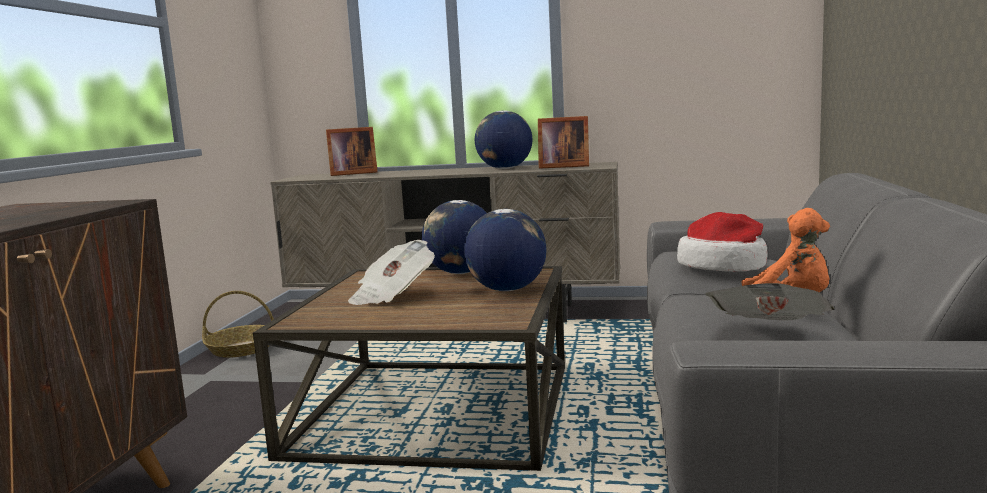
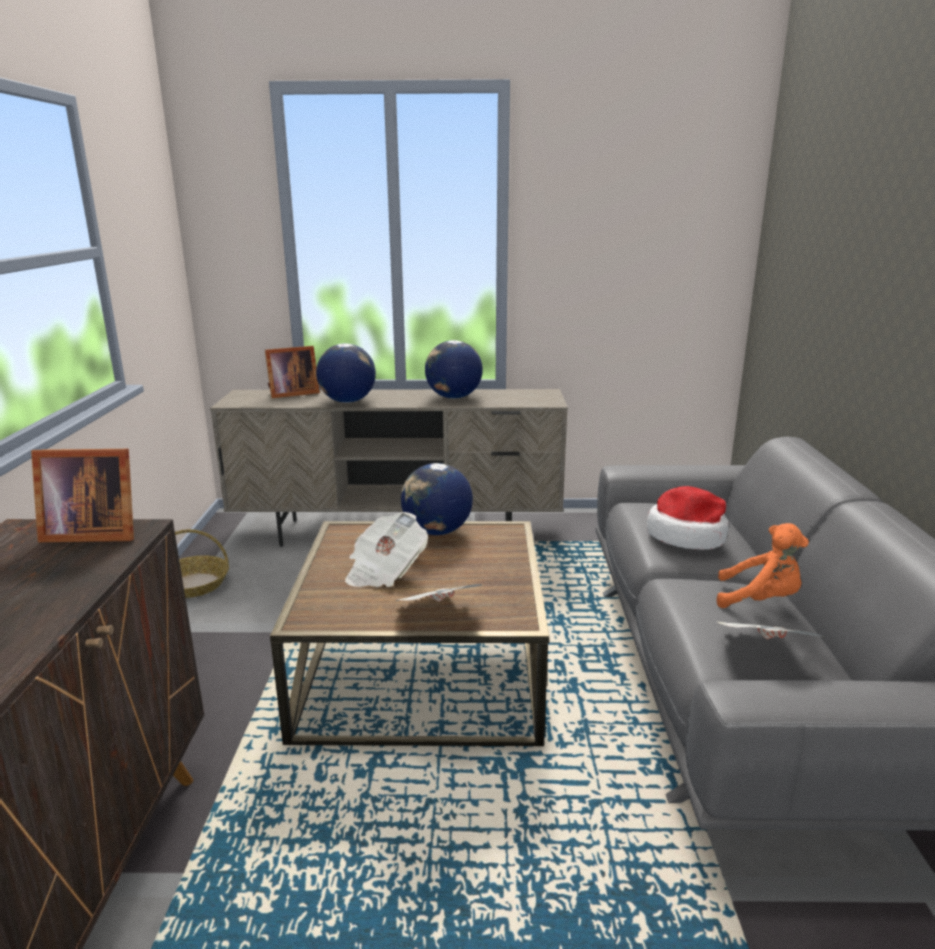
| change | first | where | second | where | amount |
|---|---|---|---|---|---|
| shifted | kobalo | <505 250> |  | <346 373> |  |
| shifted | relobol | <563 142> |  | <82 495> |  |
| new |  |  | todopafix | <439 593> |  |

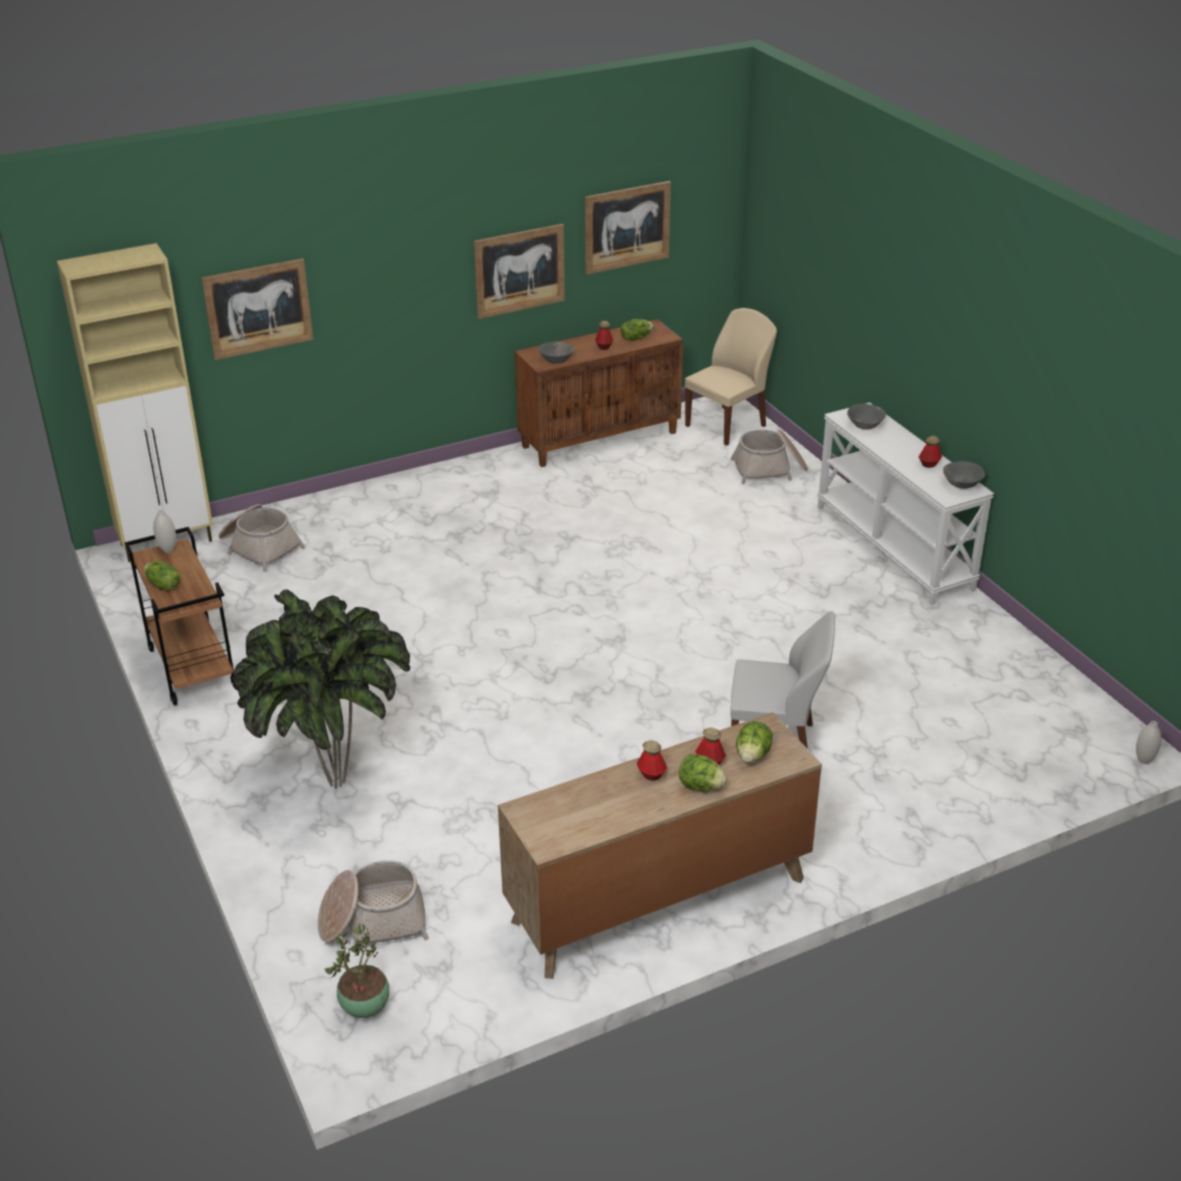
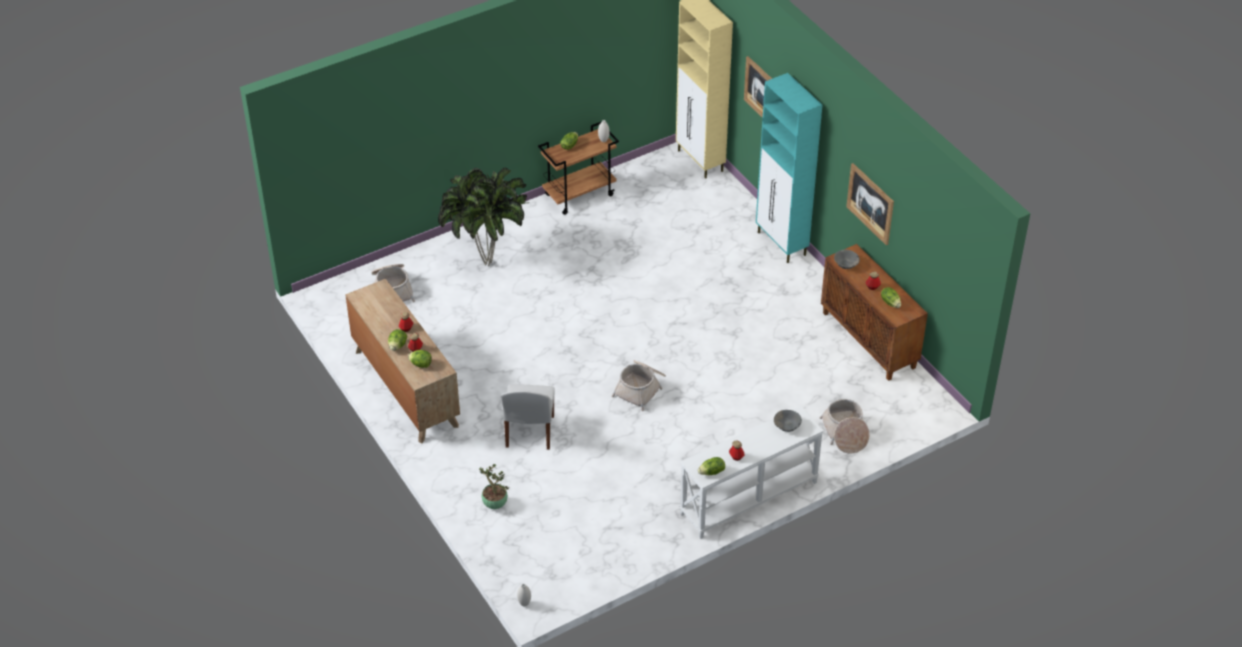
| change | first | where | second | where | amount |
|---|---|---|---|---|---|
| shifted | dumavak | <262 538> |  | <639 385> |  |
| shifted | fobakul | <357 971> |  | <494 486> |  |
| gone | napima | <628 228> |  |  |  |
| gone | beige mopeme | <731 377> |  |  |  |
| swapped | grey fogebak | <964 475> | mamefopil | <711 466> |  |
| new |  |  | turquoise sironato | <789 168> |  |

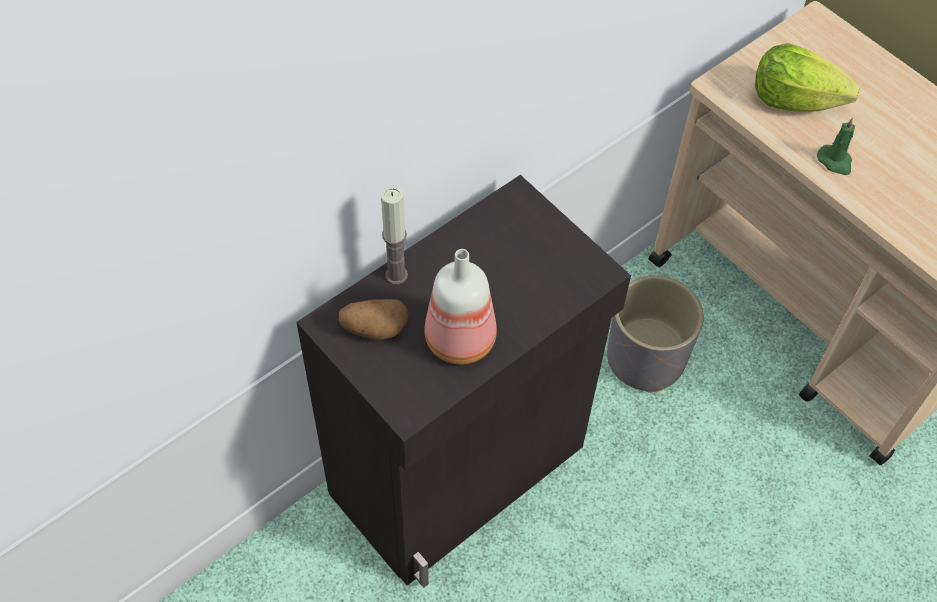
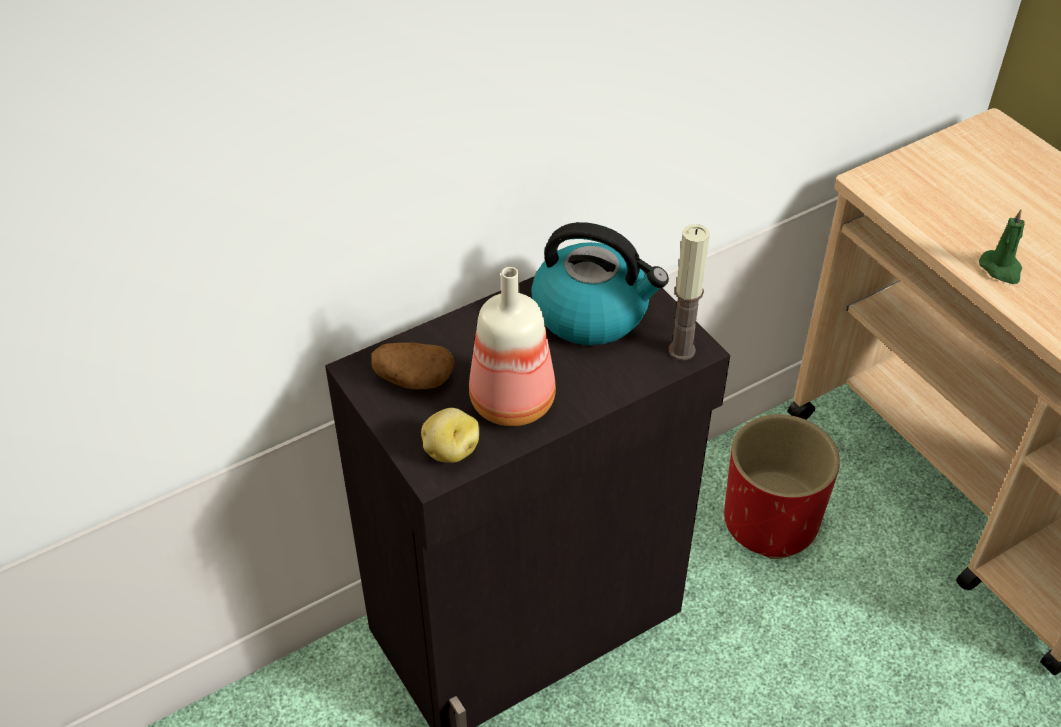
| change | first | where | second | where | amount |
|---|---|---|---|---|---|
| shifted | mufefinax | <394 235> |  | <689 292> |  |
| repainted | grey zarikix | <655 334> | red zarikix | <782 486> |  |
| gone | mamefopil | <807 77> |  |  |  |
| new |  |  | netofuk | <450 435> |  |
| new |  |  | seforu | <600 283> |  |

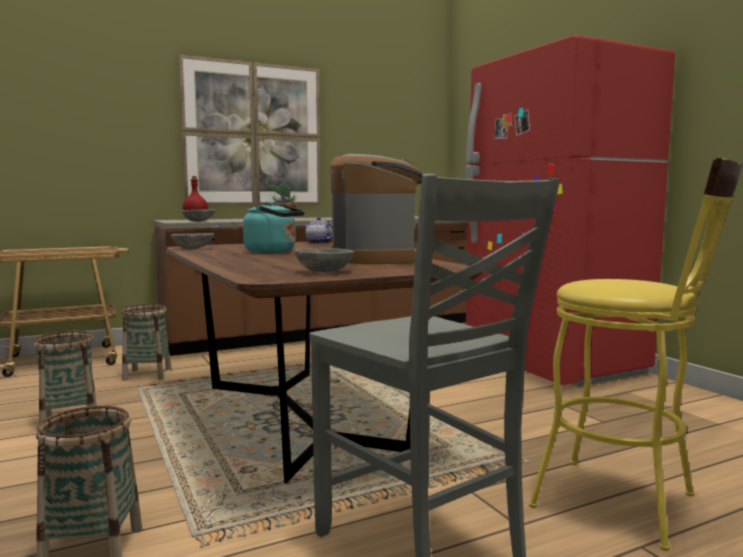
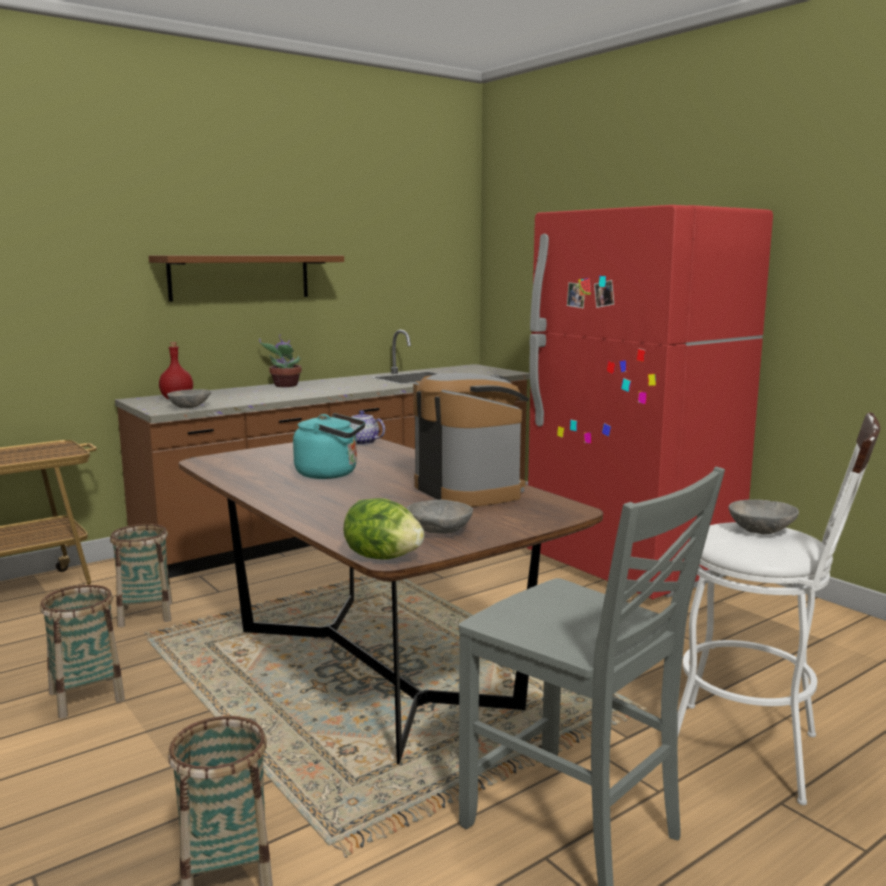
| change | first | where | second | where | amount |
|---|---|---|---|---|---|
| shifted | grey fogebak | <192 241> |  | <763 516> |  |
| swapped | napima | <249 130> | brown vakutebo | <246 279> |  |
| repainted | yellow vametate | <636 354> | white vametate | <779 608> |  |
| new |  |  | mamefopil | <383 528> |  |

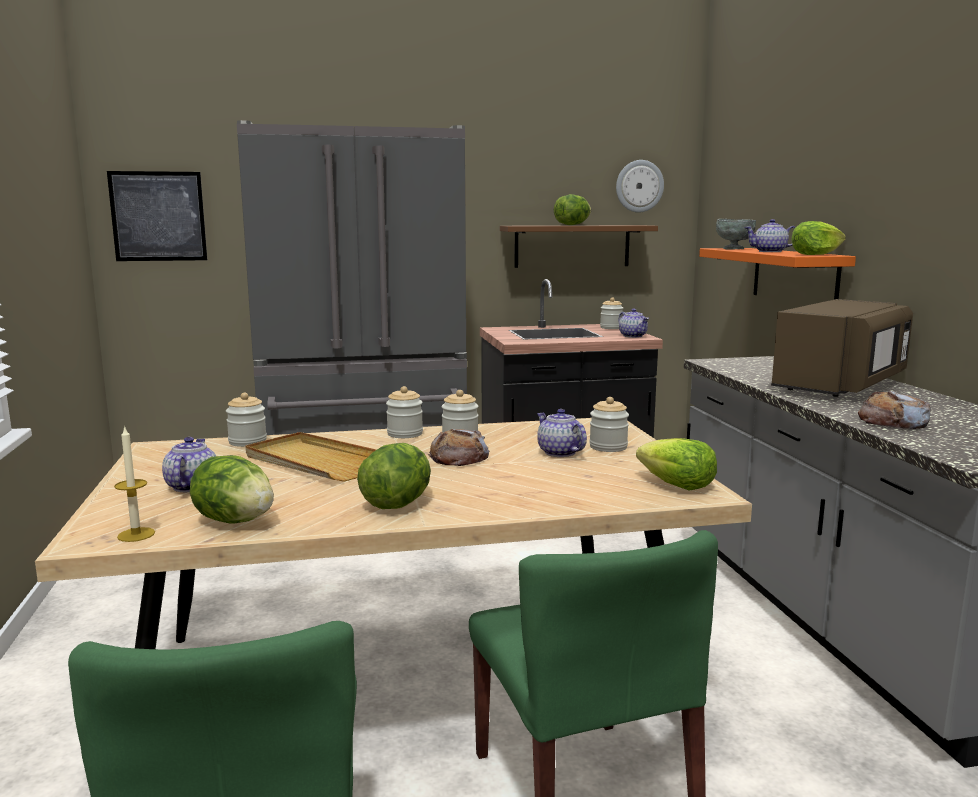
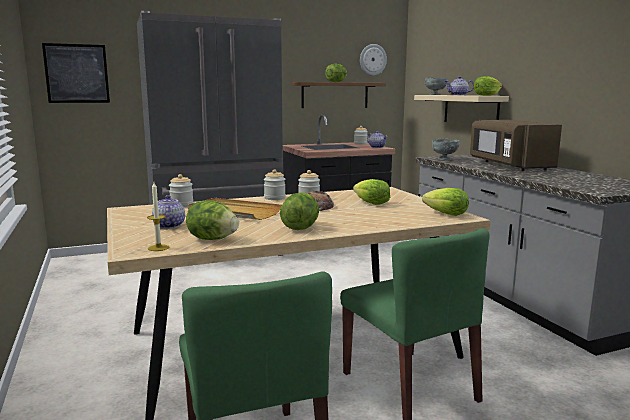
| change | first | where | second | where | amount |
|---|---|---|---|---|---|
| swapped | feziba | <562 433> | mamefopil | <371 192> |  |
| gone | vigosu | <609 424> |  |  |  |
| repainted | orange vakutebo | <777 273> | beige vakutebo | <461 108> |  |
| rotated | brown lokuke | <842 348> |  | <516 145> | 135 degrees clockwise |
| gone | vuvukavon | <894 410> |  |  |  |
| new |  |  | grey fogebak | <445 149> |  |

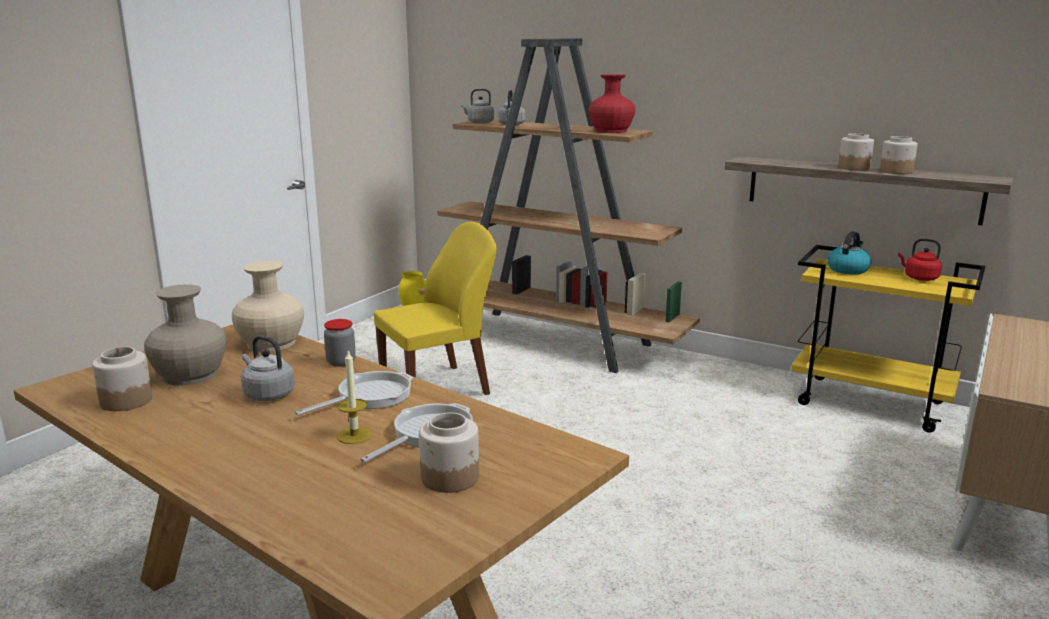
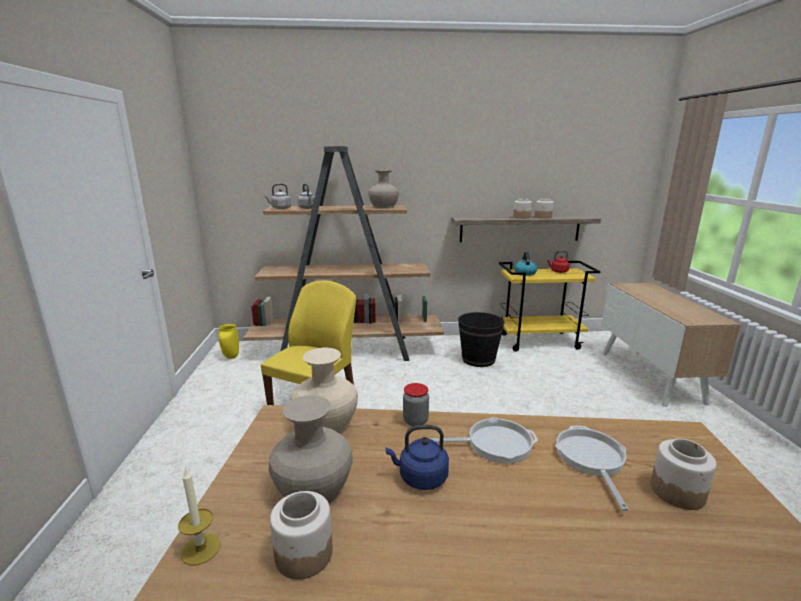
| change | first | where | second | where | amount |
|---|---|---|---|---|---|
| repainted | grey seforu | <268 368> | blue seforu | <417 457> |  |
| rotated | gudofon | <354 393> |  | <483 440> | 75 degrees clockwise |
| shifted | mufefinax | <354 396> |  | <199 516> |  |
| repainted | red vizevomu | <612 103> | beige vizevomu | <383 189> |  |
| new |  |  | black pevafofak | <481 339> |  |

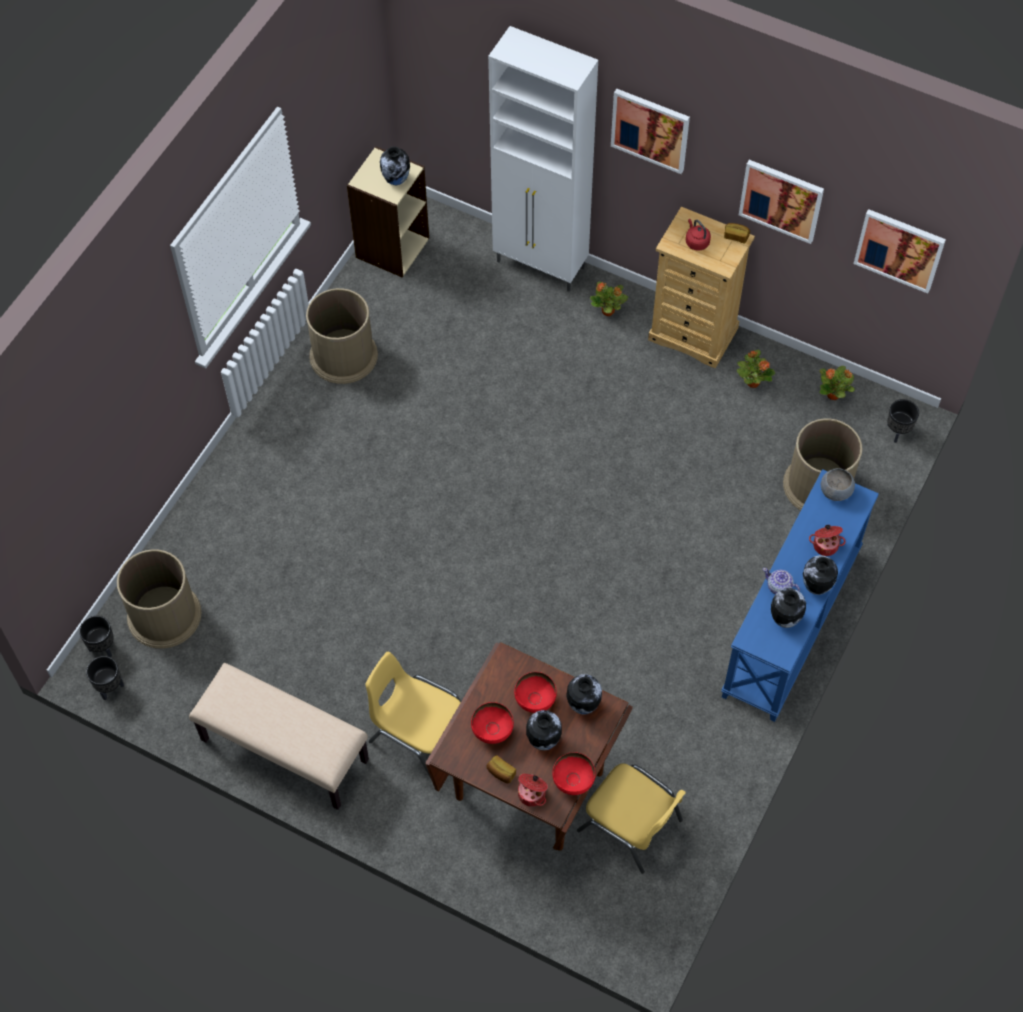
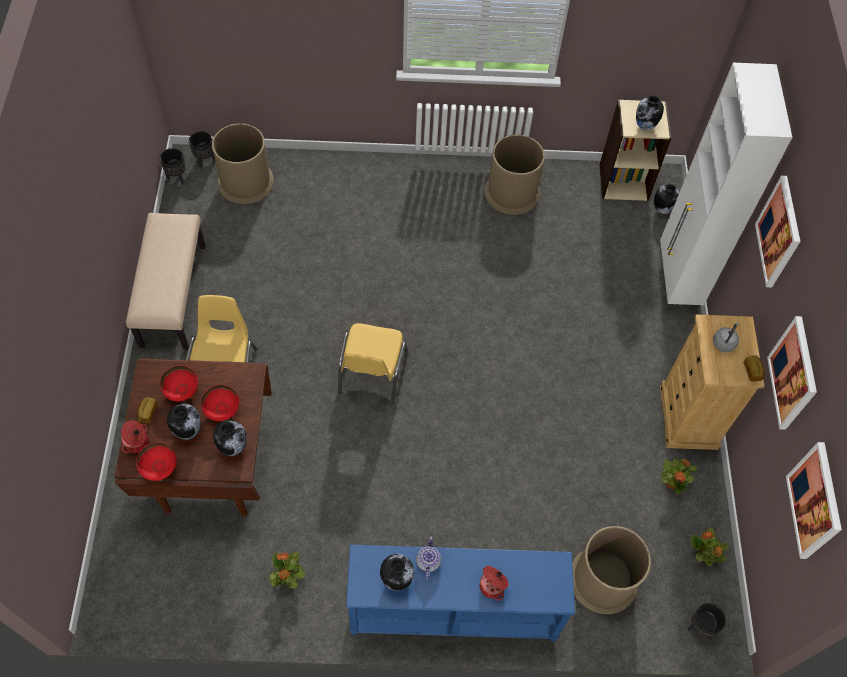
| change | first | where | second | where | amount |
|---|---|---|---|---|---|
| shifted | yellow mopeme | <631 818> |  | <373 363> |  |
| shifted | fobakul | <609 299> |  | <287 570> |  |
| repainted | red seforu | <698 235> | grey seforu | <726 337> |  |
| shifted | vizevomu | <820 575> |  | <666 199> |  |
| gone | grey fogebak | <838 484> |  |  |  |

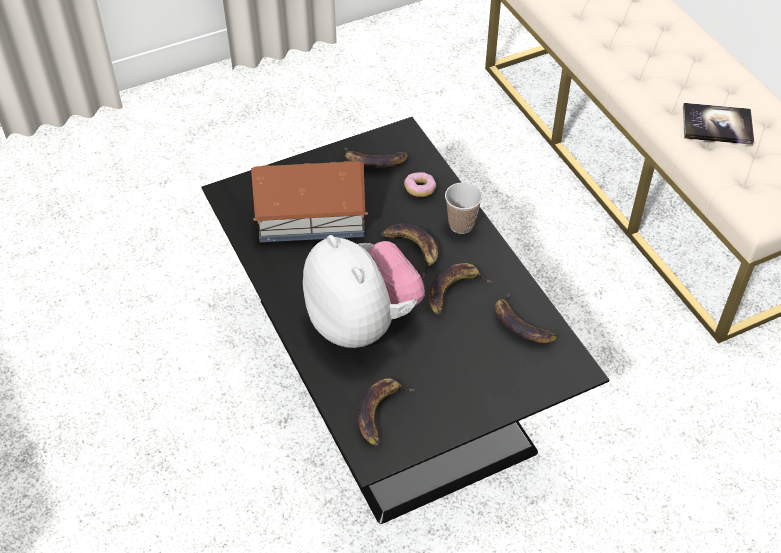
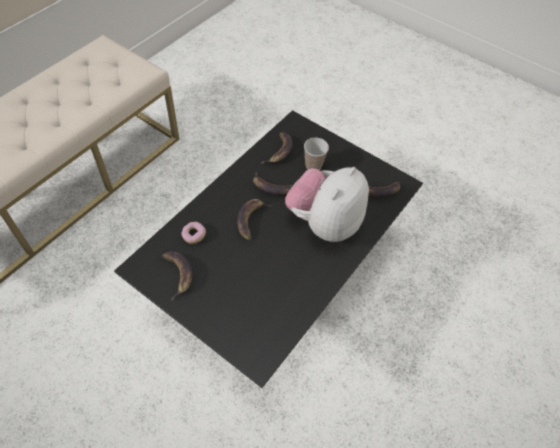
| change | first | where | second | where | amount |
|---|---|---|---|---|---|
| gone | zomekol | <309 201> |  |  |  |
| shifted | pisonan | <463 208> |  | <316 154> |  |
| gone | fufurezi | <718 124> |  |  |  |

